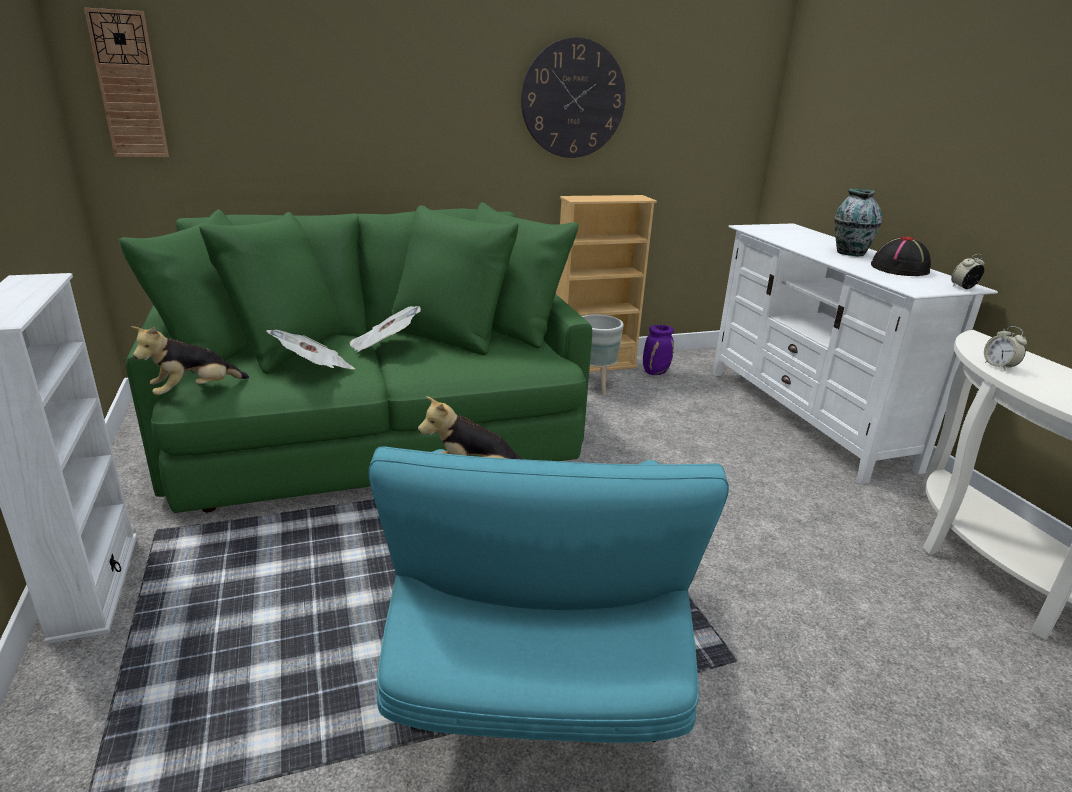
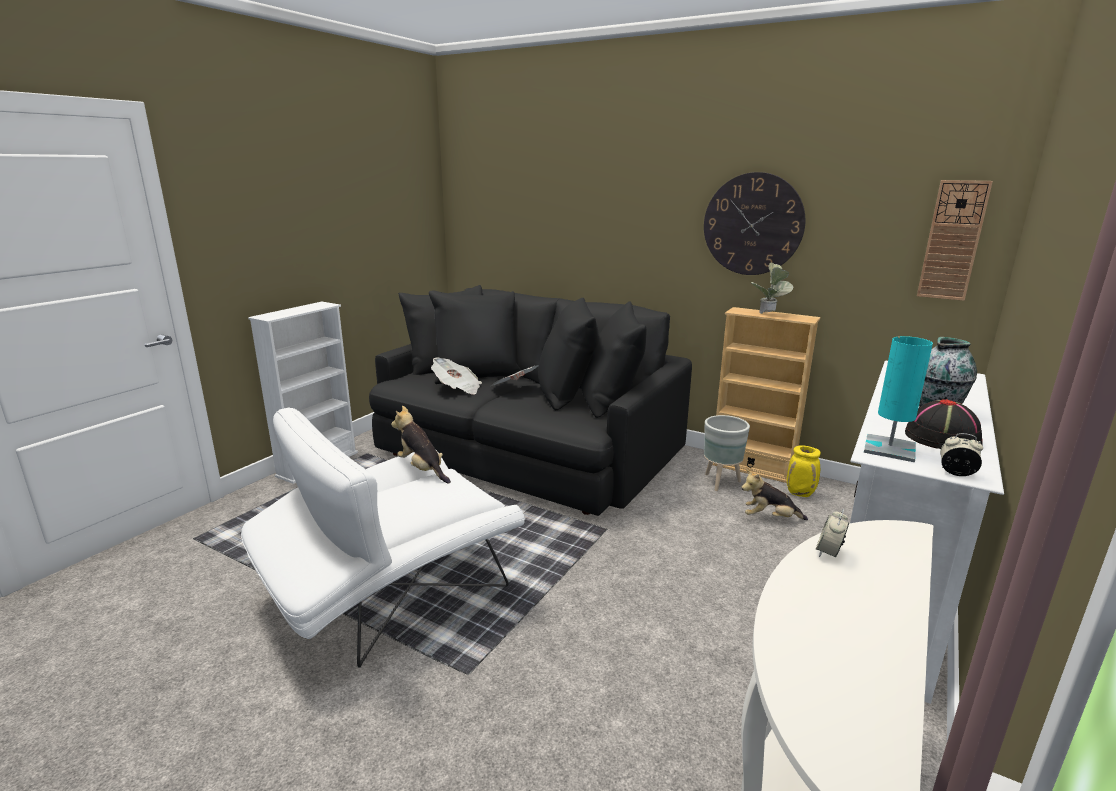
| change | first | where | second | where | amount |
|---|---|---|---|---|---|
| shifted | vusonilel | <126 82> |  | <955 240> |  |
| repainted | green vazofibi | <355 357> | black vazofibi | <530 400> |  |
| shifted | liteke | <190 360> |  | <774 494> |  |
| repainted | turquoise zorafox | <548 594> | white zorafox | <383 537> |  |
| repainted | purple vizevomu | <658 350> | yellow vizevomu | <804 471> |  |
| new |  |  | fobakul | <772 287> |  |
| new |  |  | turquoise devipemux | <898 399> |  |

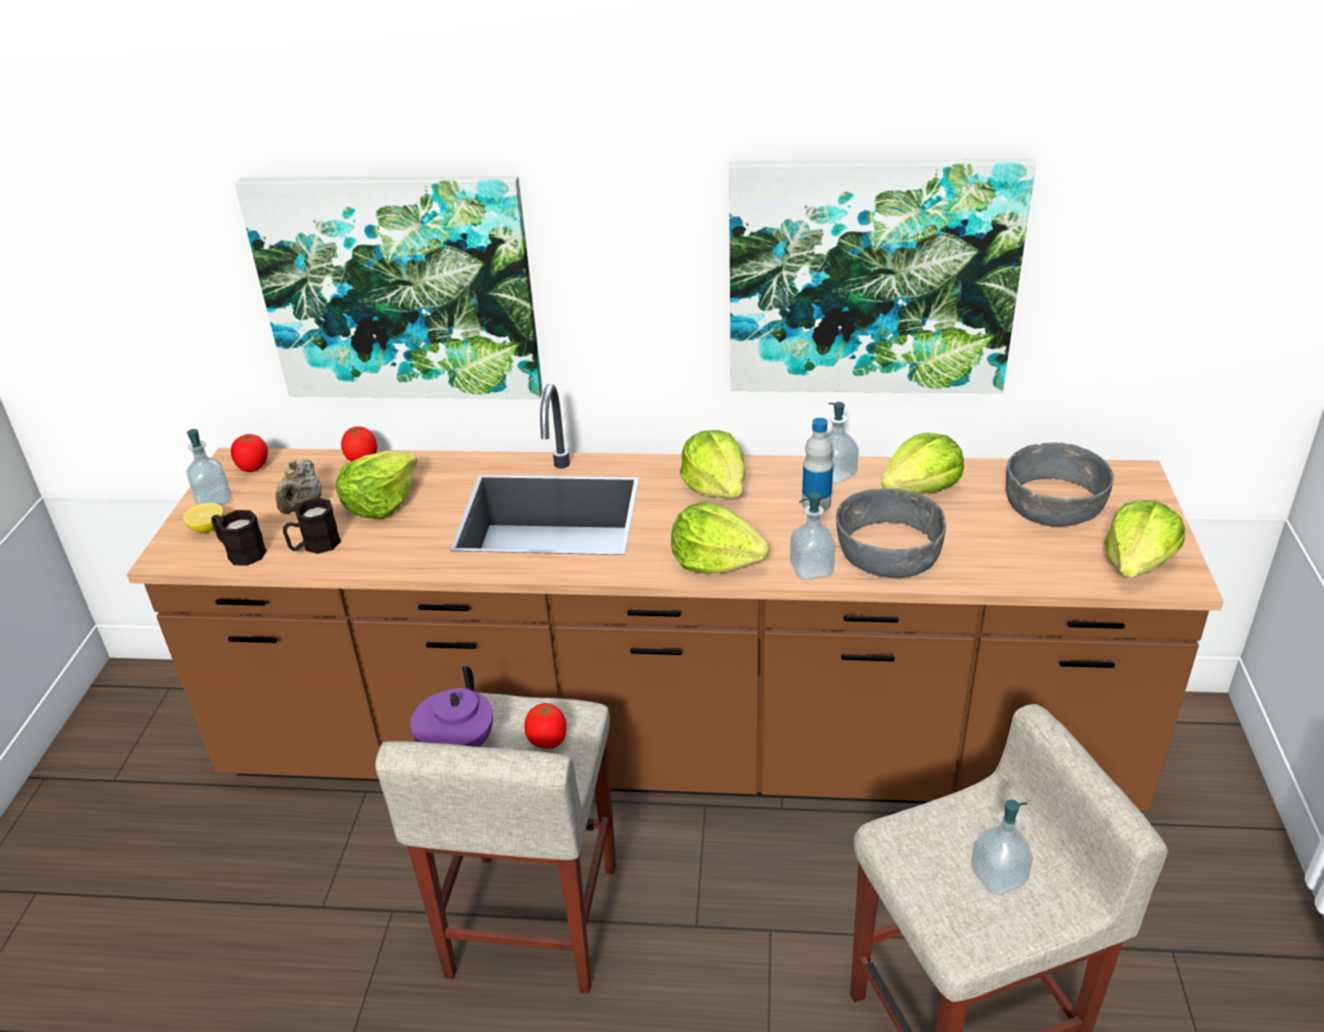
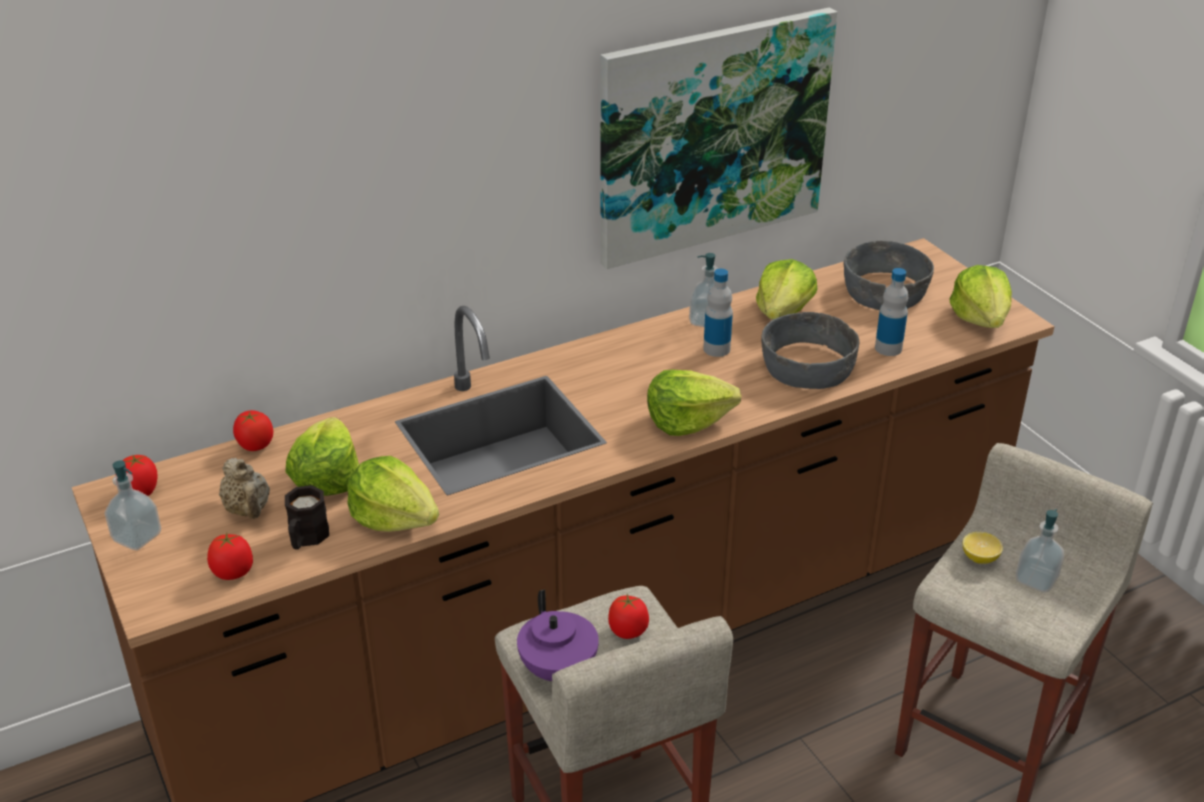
| change | first | where | second | where | amount |
|---|---|---|---|---|---|
| shifted | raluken | <203 518> |  | <983 548> |  |
| swapped | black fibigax | <239 538> | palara | <230 556> |  |
| gone | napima | <389 287> |  |  |  |
| shifted | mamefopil | <713 464> |  | <393 494> |  |
| gone | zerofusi | <812 536> |  |  |  |
| new |  |  | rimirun | <891 312> |  |

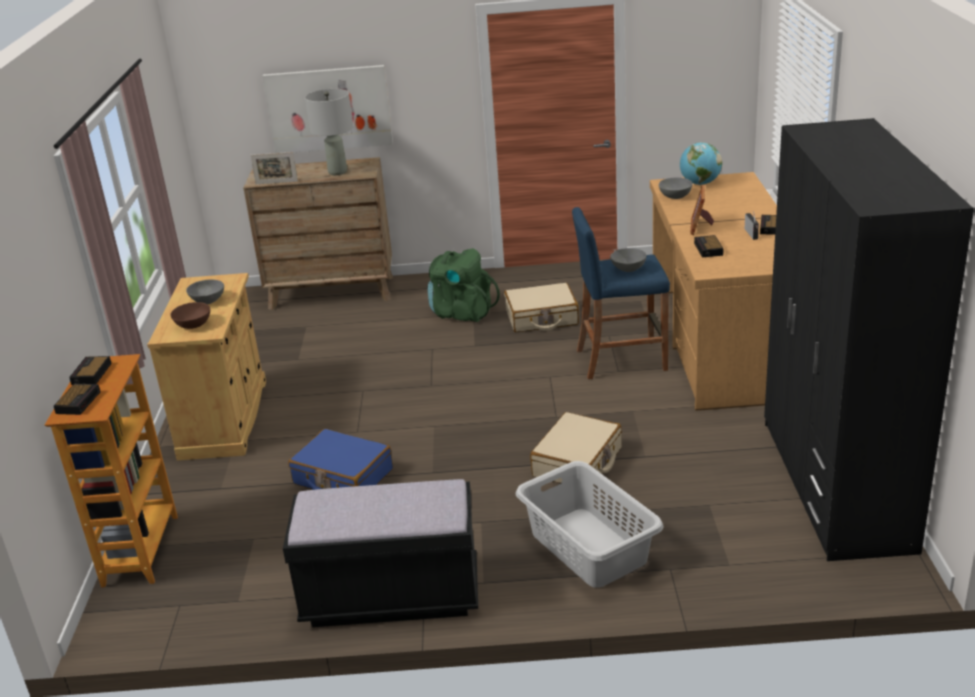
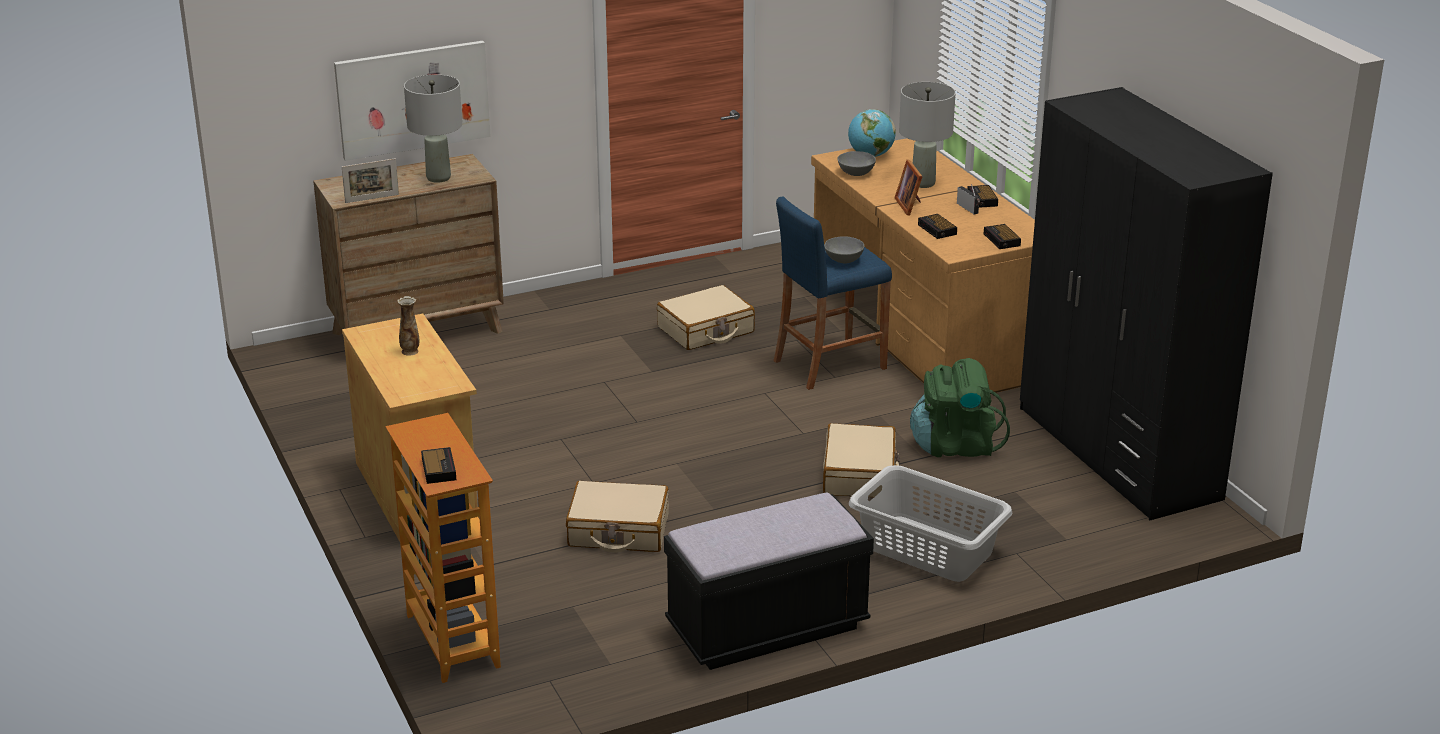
| change | first | where | second | where | amount |
|---|---|---|---|---|---|
| shifted | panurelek | <90 370> |  | <1002 236> |  |
| gone | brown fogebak | <190 315> |  |  |  |
| swapped | grey fogebak | <205 291> | vizevomu | <408 326> |  |
| repainted | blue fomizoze | <340 459> | beige fomizoze | <617 517> |  |
| shifted | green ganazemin | <463 285> |  | <960 407> |  |
| new |  |  | grey devipemux | <927 135> |  |

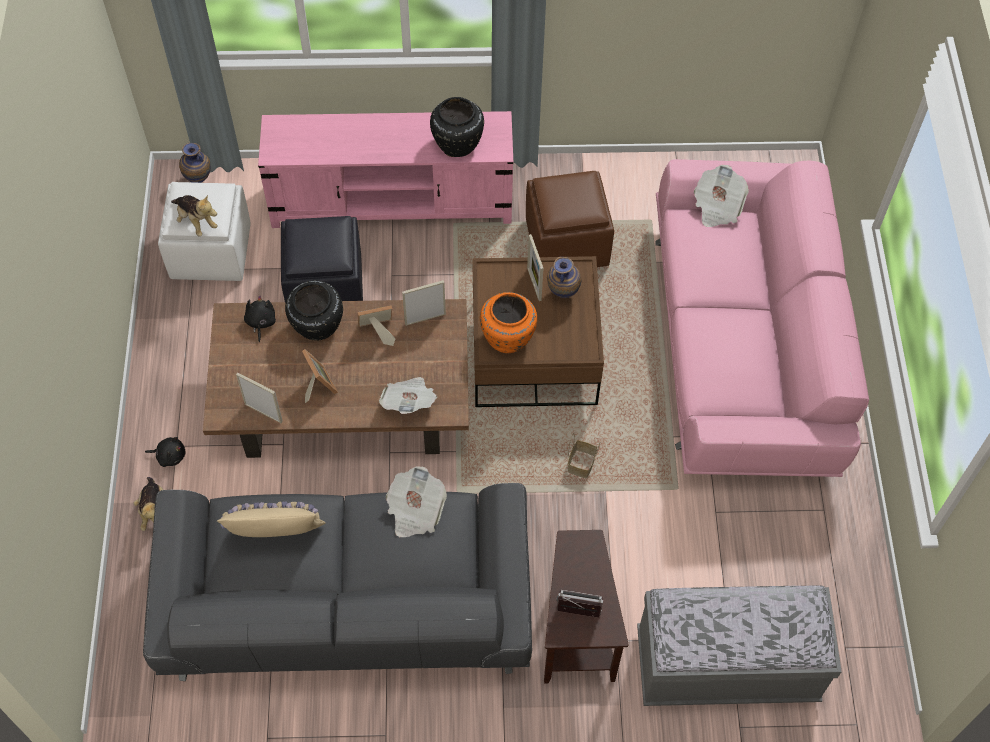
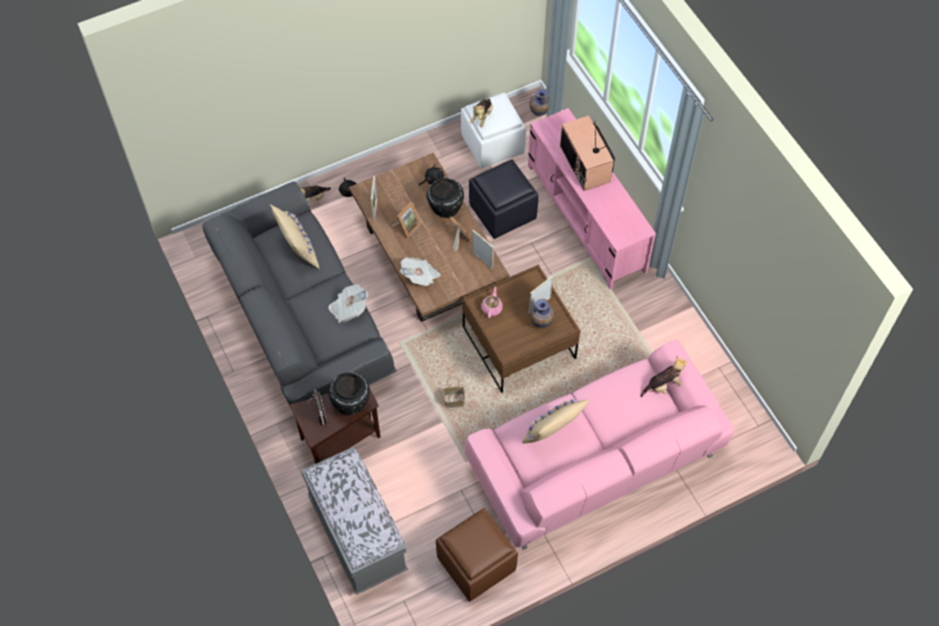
| change | first | where | second | where | amount |
|---|---|---|---|---|---|
| shifted | black vizevomu | <457 127> |  | <349 393> |  |
| swapped | orange vizevomu | <508 322> | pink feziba | <492 302> |  |
| shifted | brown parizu | <570 219> |  | <477 554> |  |
| swapped | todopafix | <721 196> | liteke | <664 376> |  |
| new |  |  | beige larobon | <555 421> |  |
| new |  |  | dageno | <587 153> |  |

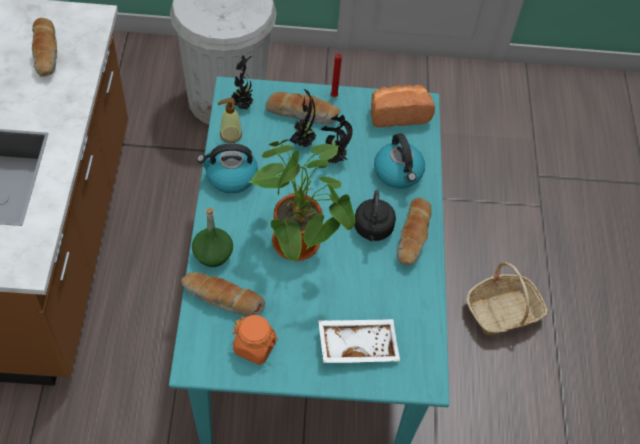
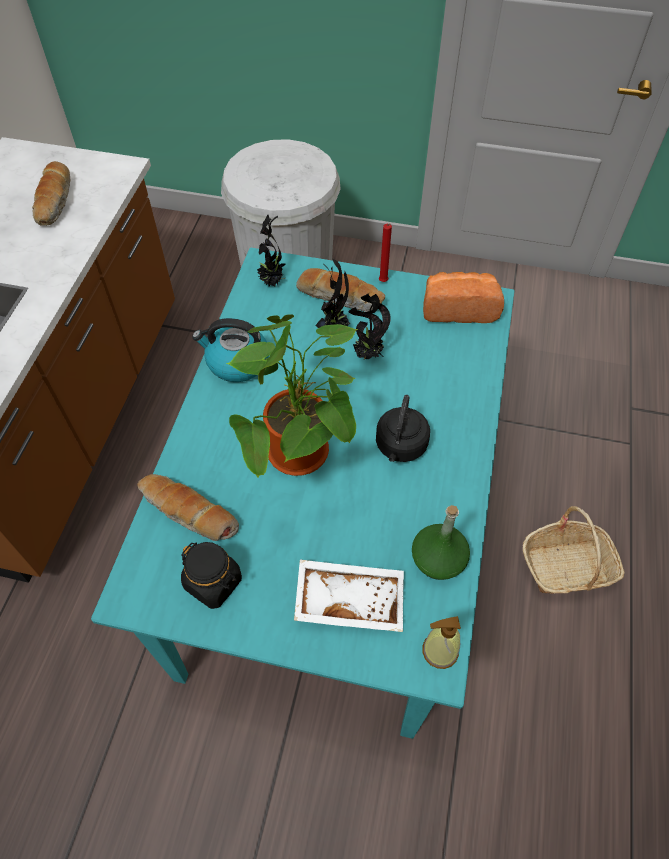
| change | first | where | second | where | amount |
|---|---|---|---|---|---|
| shifted | green rimirun | <212 237> |  | <441 542> |  |
| shifted | zerofusi | <230 120> |  | <441 642> |  |
| repainted | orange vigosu | <255 340> | black vigosu | <211 575> |  |
| gone | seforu | <399 161> |  |  |  |
| gone | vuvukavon | <414 231> |  |  |  |

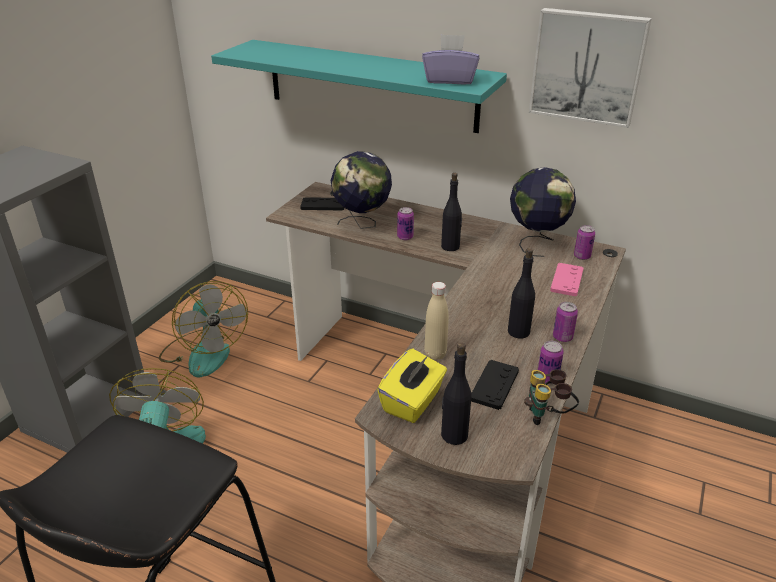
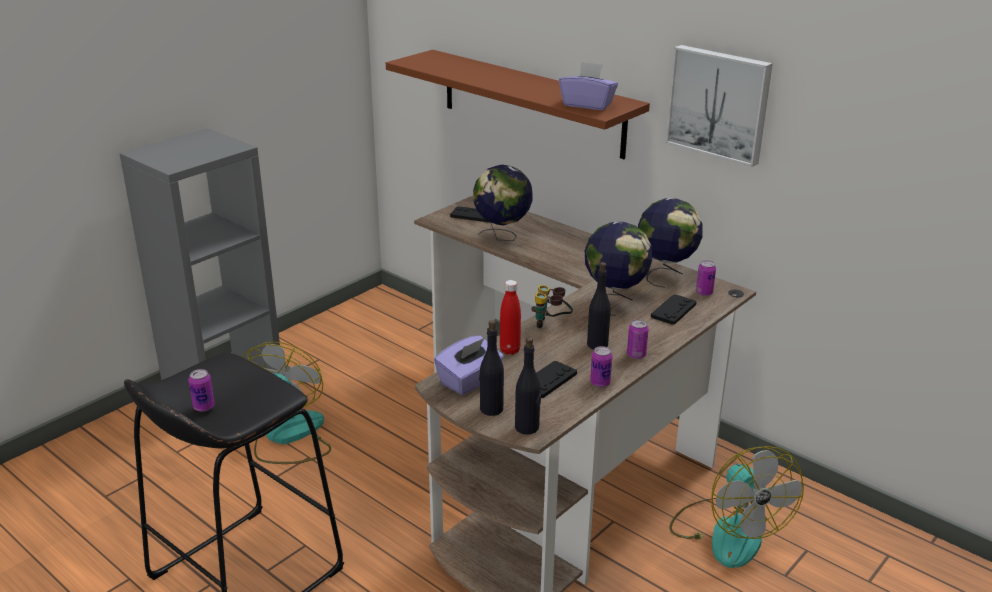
| change | first | where | second | where | amount |
|---|---|---|---|---|---|
| shifted | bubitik | <203 329> |  | <737 507> |  |
| repainted | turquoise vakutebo | <359 86> | brown vakutebo | <518 104> |  |
| repainted | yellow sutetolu | <412 385> | purple sutetolu | <469 365> |  |
| shifted | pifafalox | <405 223> |  | <202 390> |  |
| repainted | beige rimirun | <436 321> | red rimirun | <510 317> |  |
| shifted | black rimirun | <451 212> |  | <528 386> |  |
| shifted | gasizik | <551 397> |  | <552 306> |  |
| repainted | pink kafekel | <567 279> | black kafekel | <674 309> |  |
| new |  |  | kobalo | <618 269> |  |

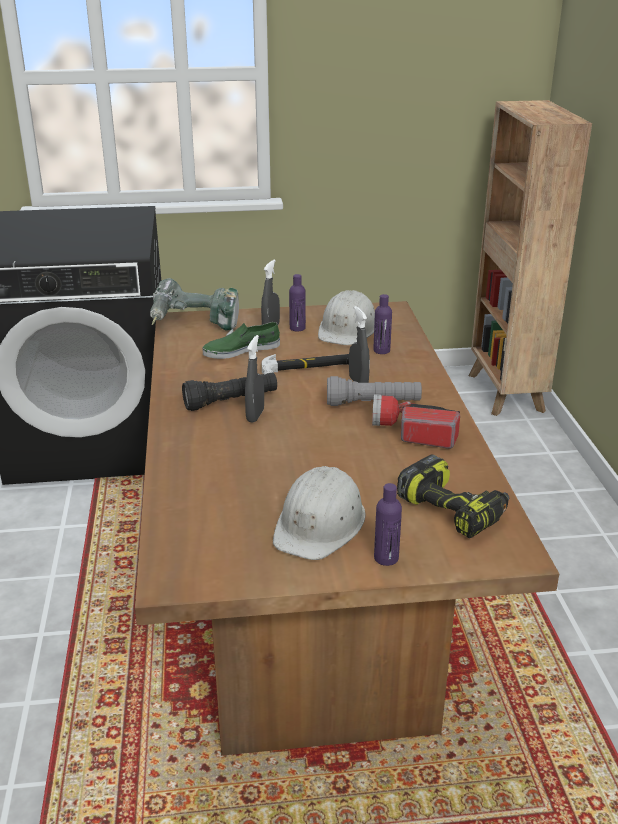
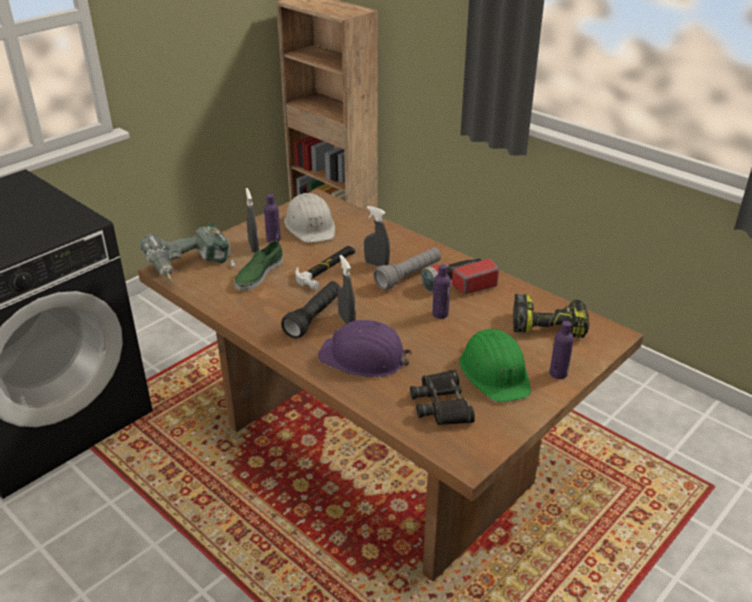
| change | first | where | second | where | amount |
|---|---|---|---|---|---|
| repainted | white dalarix | <319 513> | green dalarix | <495 365> |  |
| shifted | purple rimirun | <382 324> |  | <441 291> |  |
| new |  |  | purple dalarix | <365 348> |  |
| new |  |  | black gasizik | <442 397> |  |

